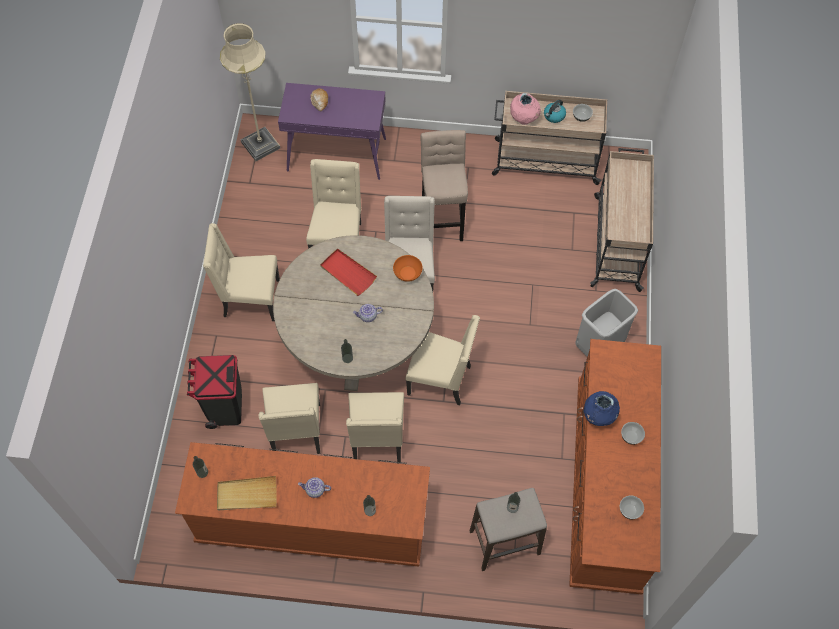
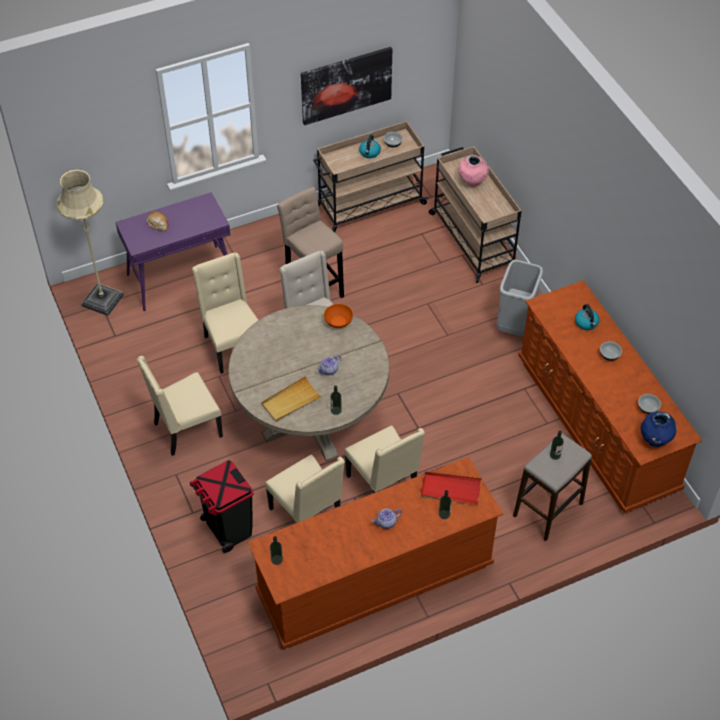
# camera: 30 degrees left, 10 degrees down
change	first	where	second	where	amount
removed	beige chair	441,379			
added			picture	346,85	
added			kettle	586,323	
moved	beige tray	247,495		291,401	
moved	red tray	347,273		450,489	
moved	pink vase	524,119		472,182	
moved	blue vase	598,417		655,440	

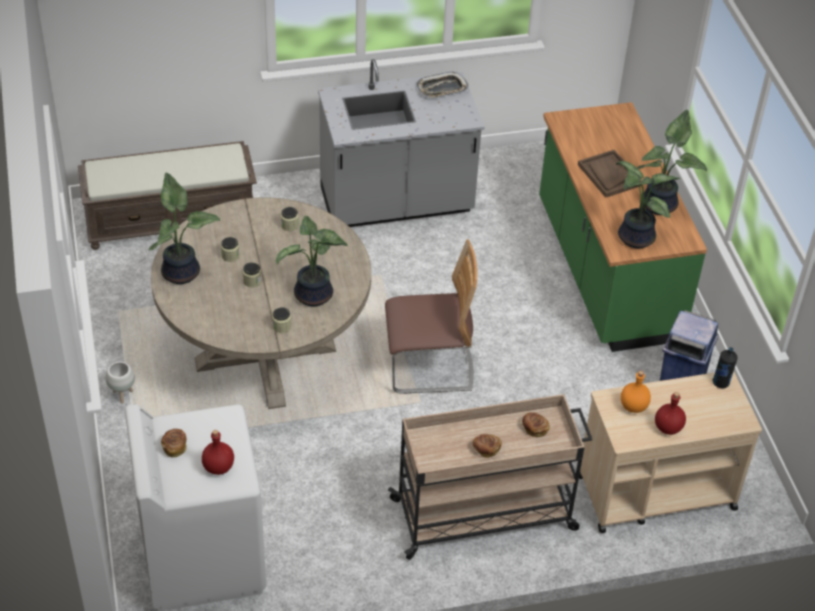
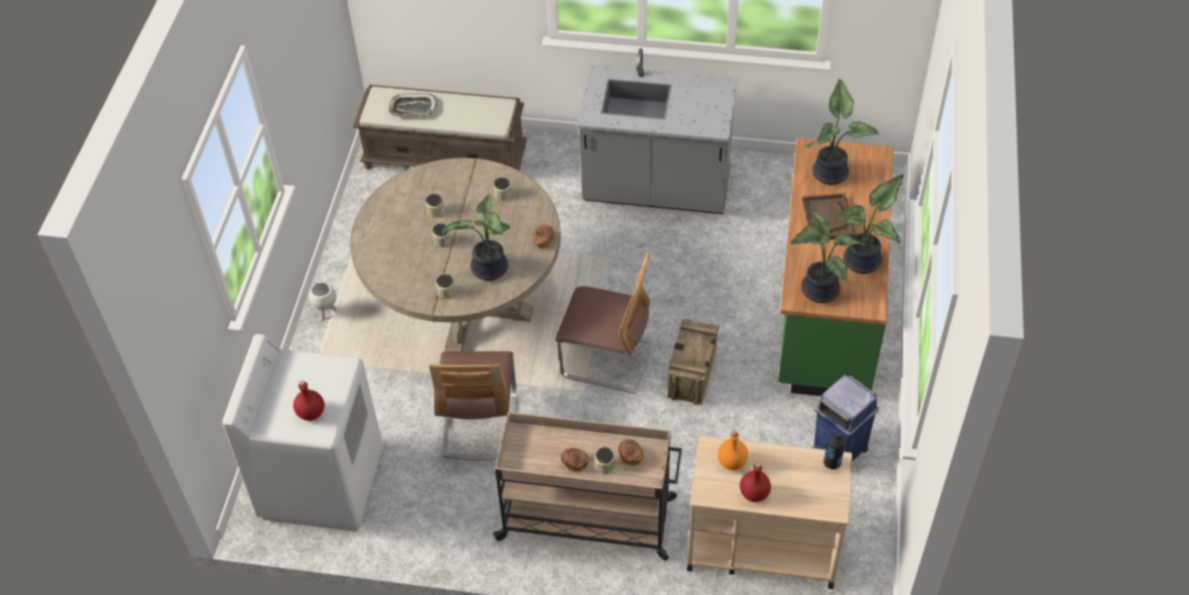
# camera: 25 degrees right, 5 degrees up
change	first	where	second	where	amount
added			chair	479,423	
added			jar	604,465	
added			crate	692,374	
moved	potted plant	182,271		832,172	
moved	bread	175,447		544,240	
moved	tray	442,89		413,108	

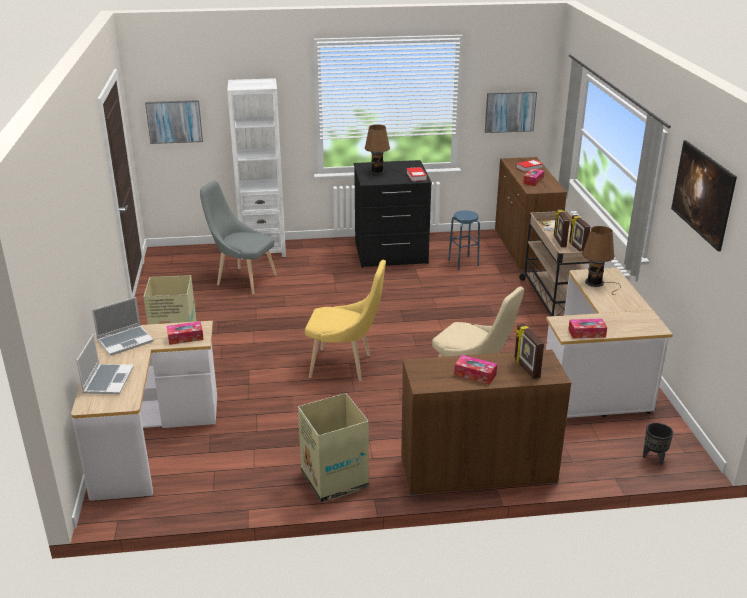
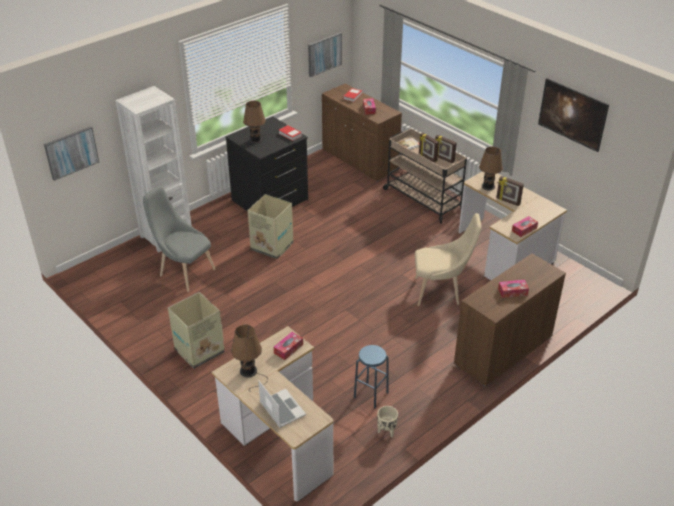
# camera: 35 degrees left, 10 degrees up
change	first	where	second	where	amount
removed	yellow chair	345,366			
removed	black planter	654,458			
added			beige planter	386,431	
moved	cardboard box	334,480		272,246	
moved	blue stool	463,263		371,395	
moved	picture frame	526,368		508,201	
replaced	laptop	125,341	brown table lamp	249,372	
turned	grey chair	242,280		184,272	45 degrees clockwise

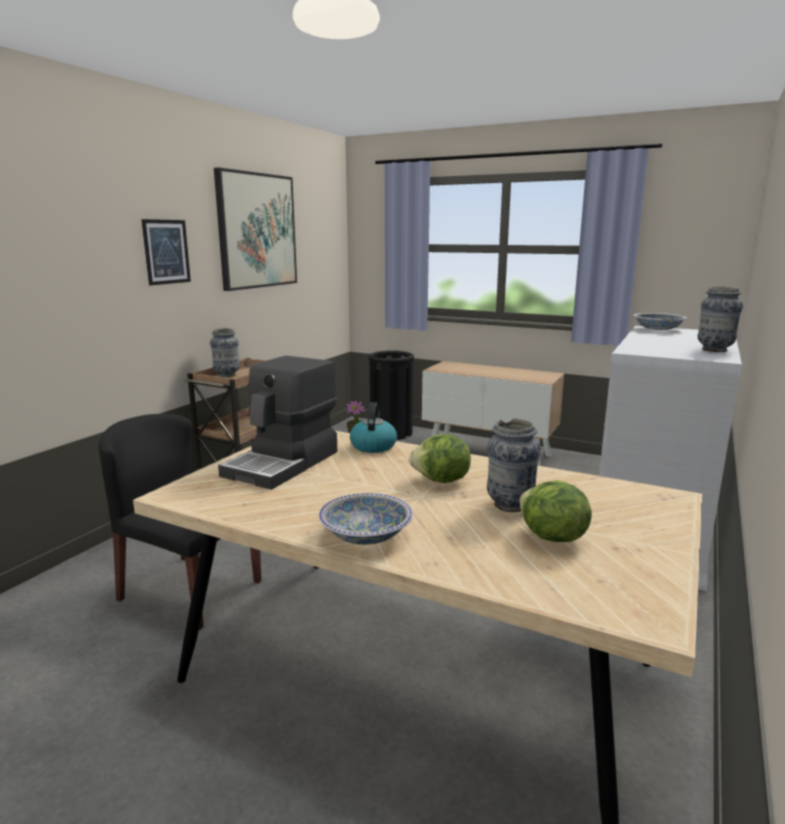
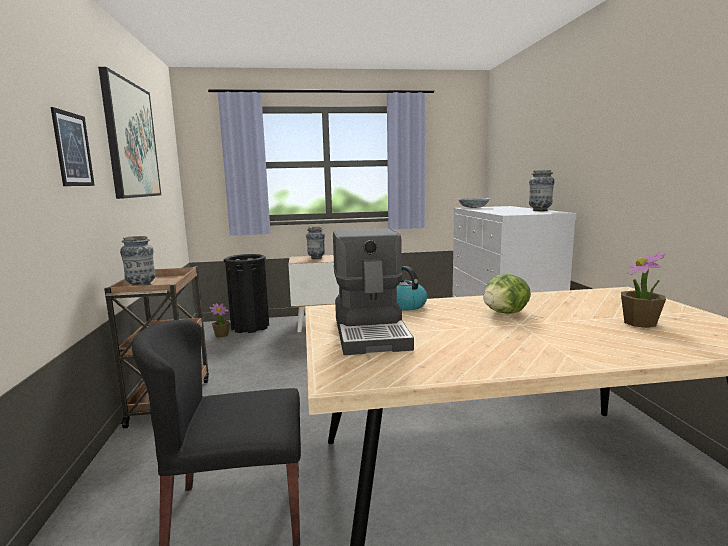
# camera: 35 degrees left, 5 degrees down
change	first	where	second	where	amount
removed	bowl	366,535			
moved	vase	510,505		316,258	
replaced	lettuce	551,537	potted plant	640,323	

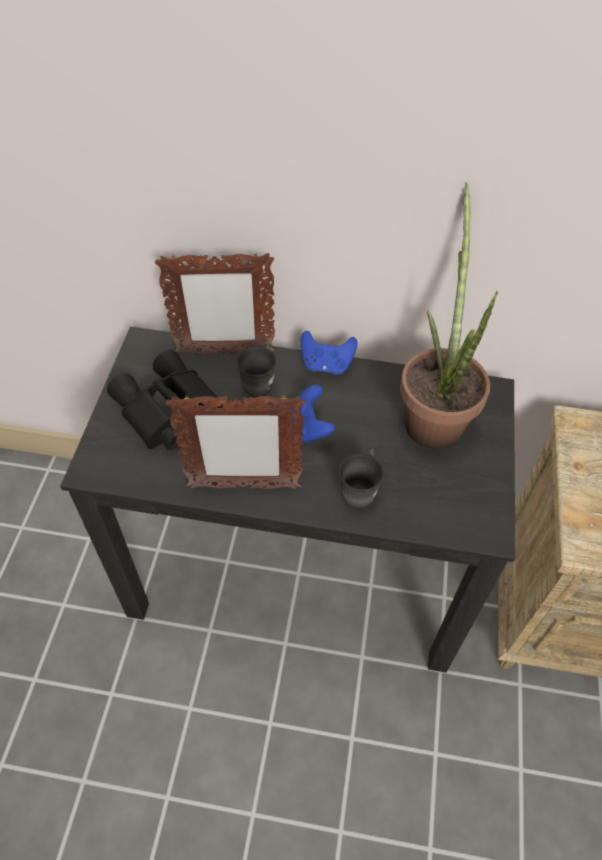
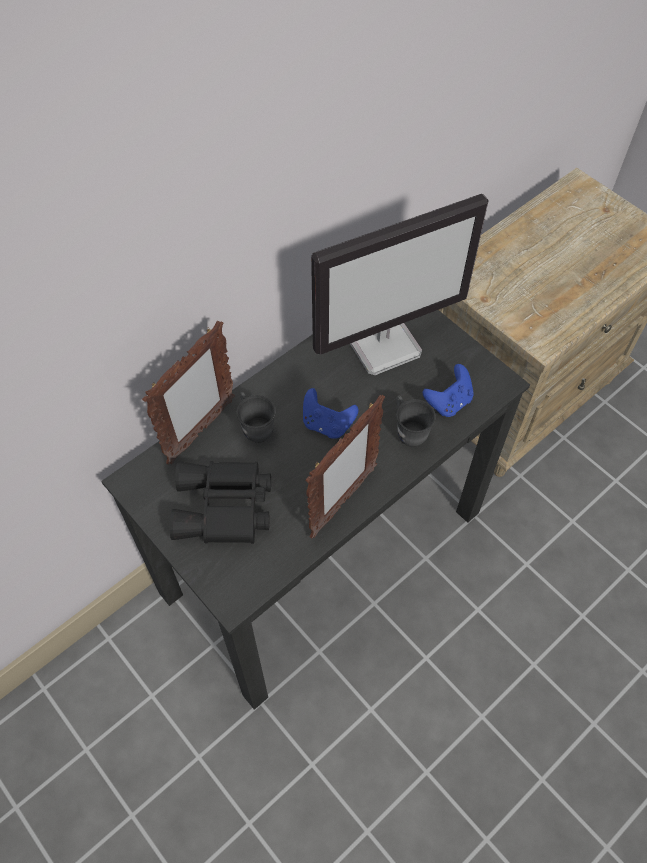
# camera: 50 degrees left, 5 degrees up
change	first	where	second	where	amount
moved	blue game controller	326,365		448,402	
replaced	potted plant	432,415	monitor	384,344	

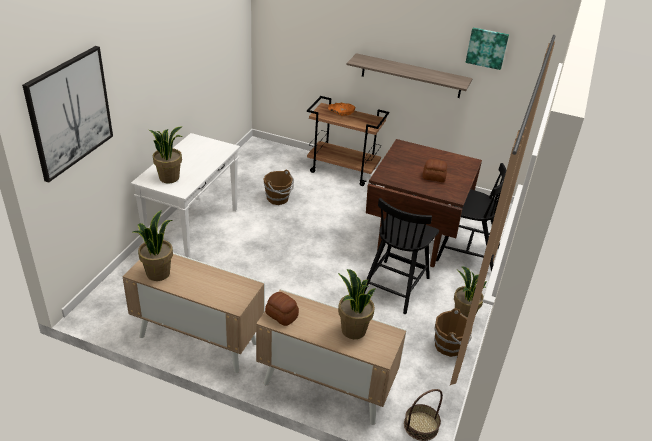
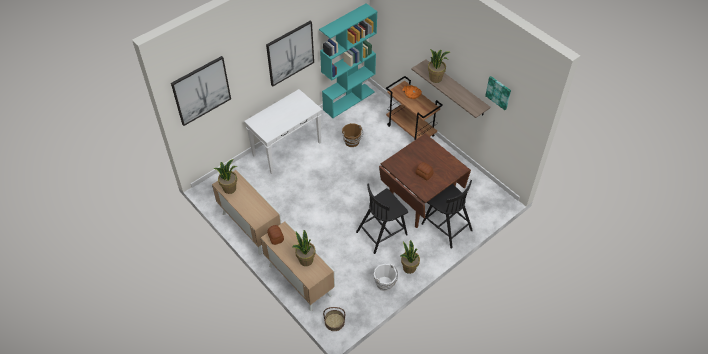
# camera: 30 degrees right, 15 degrees up
change	first	where	second	where	amount
added			picture	290,53	
added			turquoise bookcase	349,100	
moved	potted plant	169,178		435,78	
recoloured	brown bucket	449,346	white bucket	385,284	

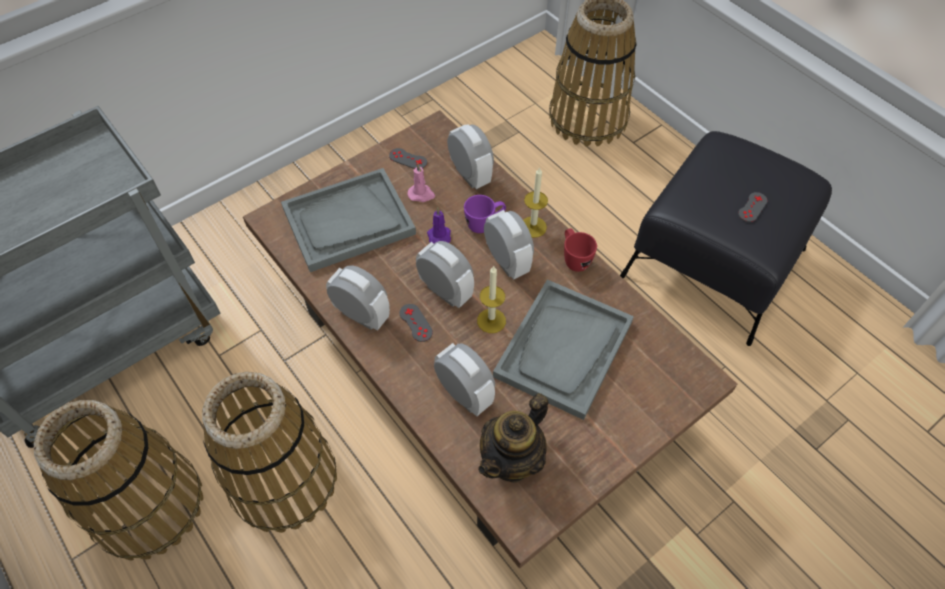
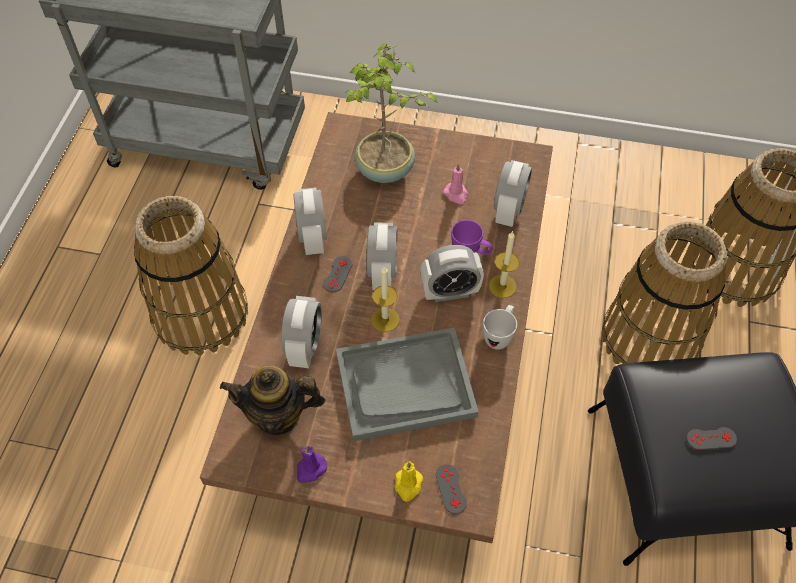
# camera: 50 degrees right, 0 degrees up
change	first	where	second	where	amount
added			yellow candle	408,485	
moved	basket	148,504		650,338	
moved	grey game controller	408,159		451,489	
moved	purple candle	439,238		310,469	
replaced	grey tray	348,222	potted plant	385,171	
recoloured	red mug	574,259	white mug	499,335	
turned	alarm clock	507,262		450,292	60 degrees clockwise

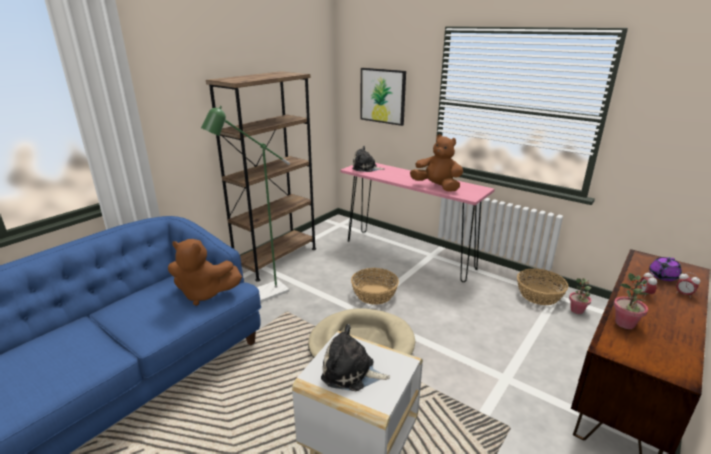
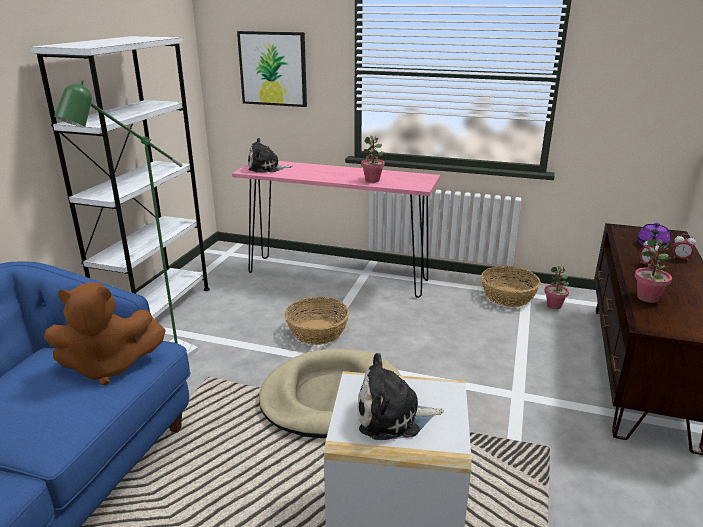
# camera: 20 degrees left, 0 degrees up
change	first	where	second	where	amount
replaced	brown plush toy	437,187	potted plant	372,180	
recoloured	brown bookcase	276,258	white bookcase	157,311	

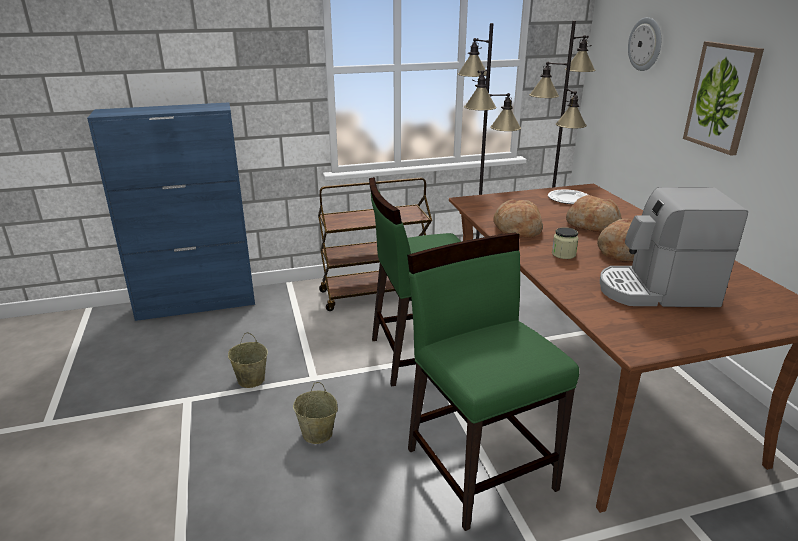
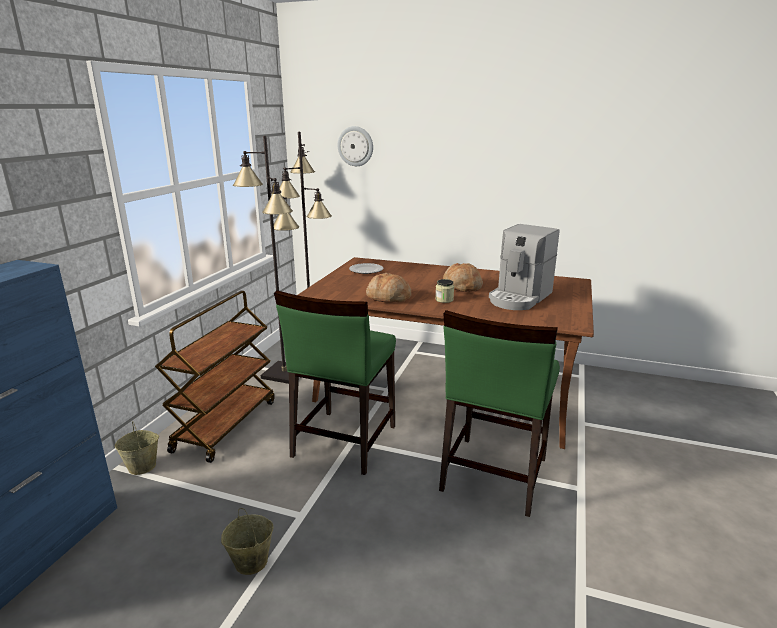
# camera: 55 degrees left, 5 degrees down
change	first	where	second	where	amount
removed	bread	593,225			
removed	picture	722,97			
moved	beige bucket	318,434		143,466	
turned	green chair	480,467		493,474	75 degrees counterclockwise

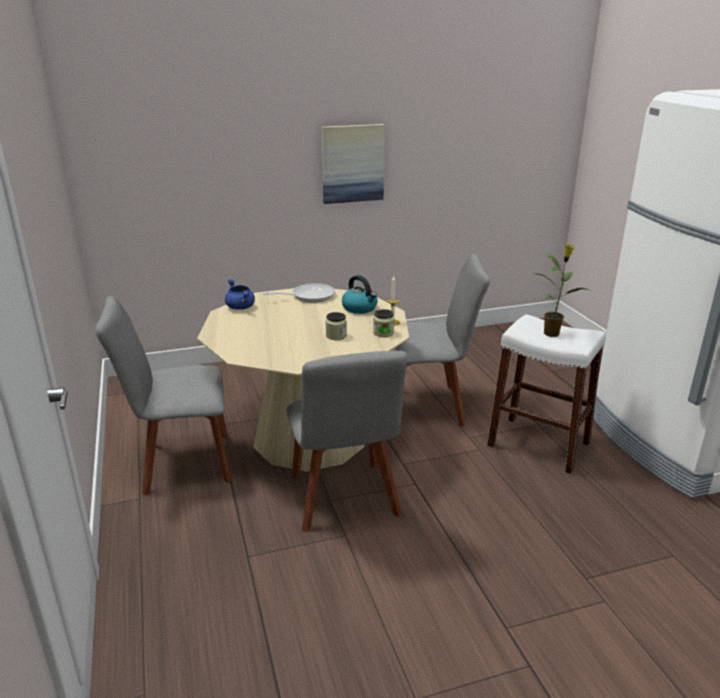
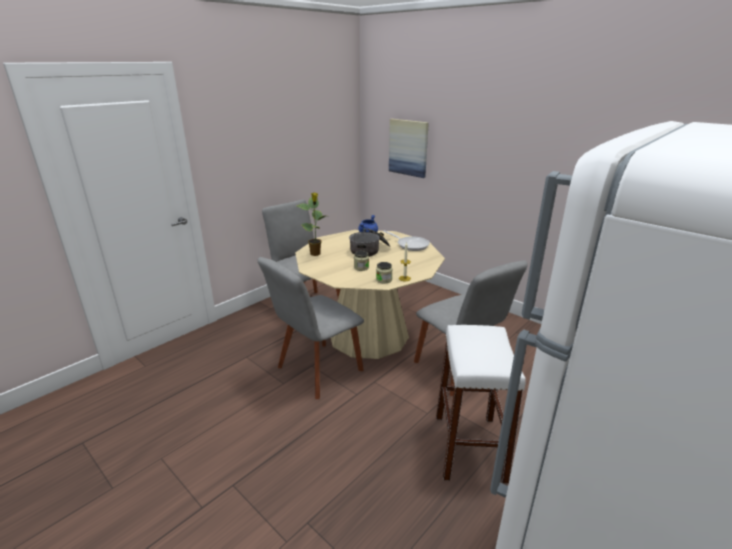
# camera: 60 degrees right, 0 degrees up
change	first	where	second	where	amount
removed	kettle	360,308			
added			cooking pot	369,250	
moved	picture	352,163		408,147	
moved	potted plant	552,333		316,254	

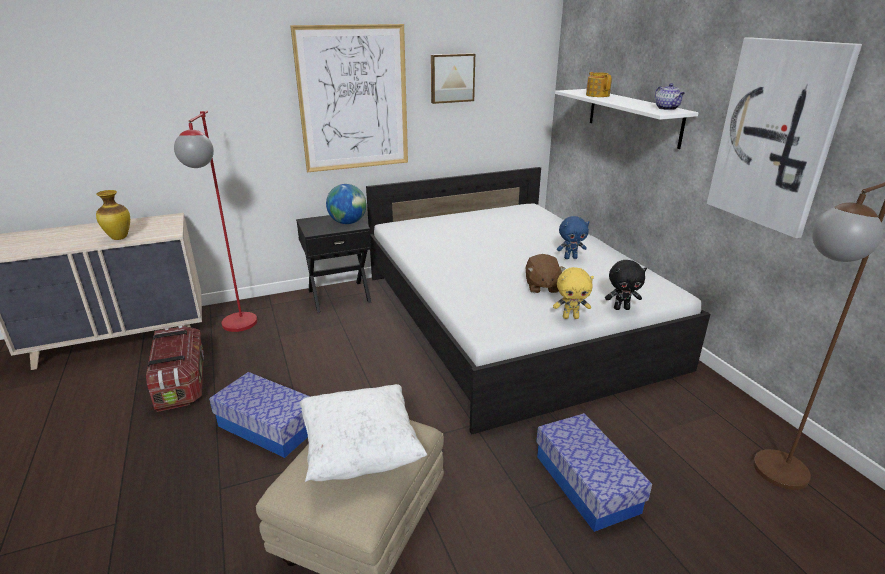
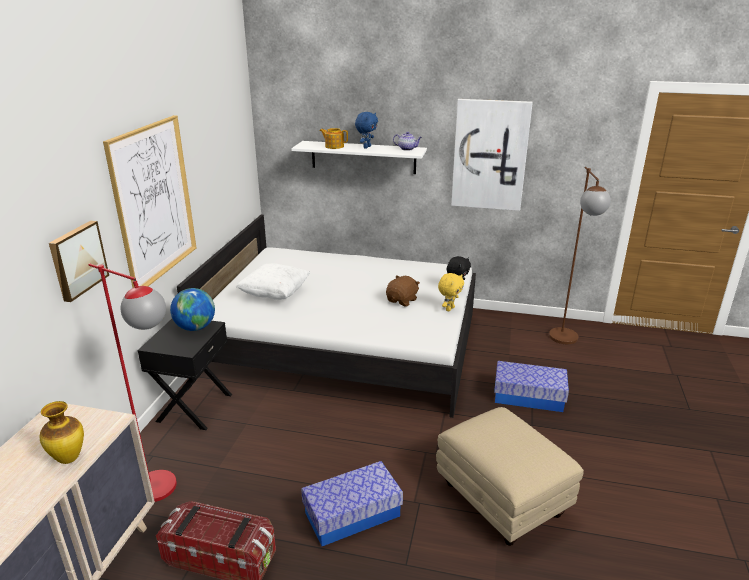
# camera: 55 degrees left, 0 degrees up
change	first	where	second	where	amount
moved	white pillow	361,452		275,294	
moved	picture	452,78		77,260	
moved	blue plush toy	570,258		366,147	
turned	brown plush toy	541,287		402,300	90 degrees counterclockwise

